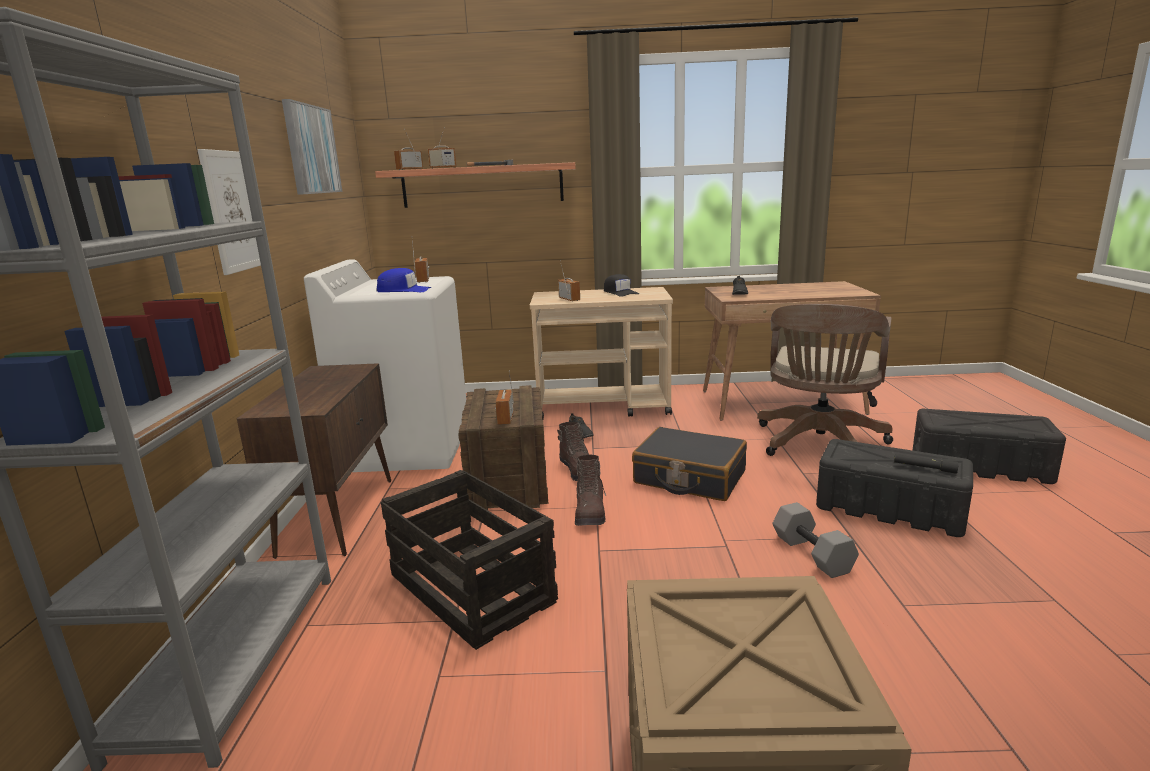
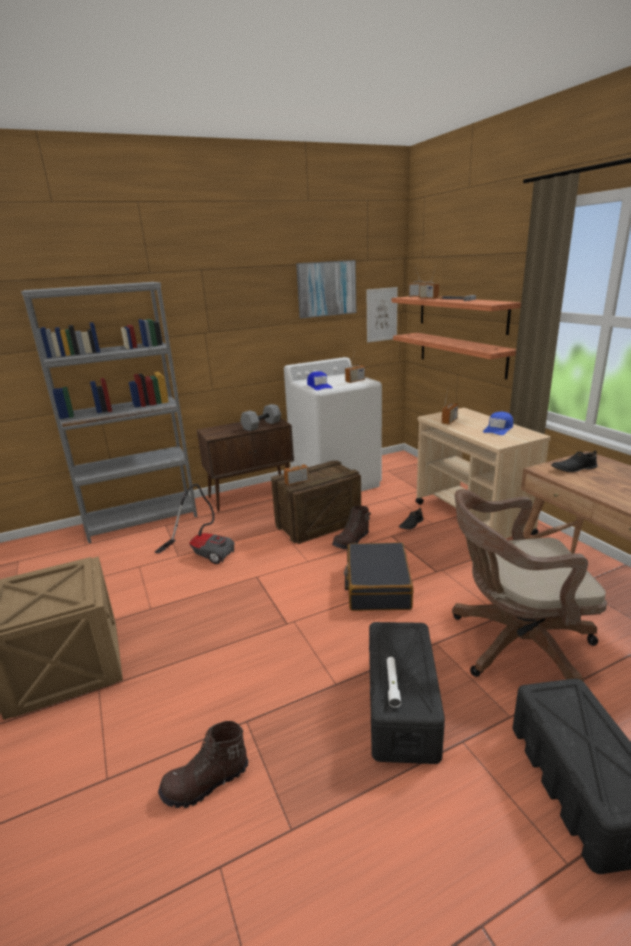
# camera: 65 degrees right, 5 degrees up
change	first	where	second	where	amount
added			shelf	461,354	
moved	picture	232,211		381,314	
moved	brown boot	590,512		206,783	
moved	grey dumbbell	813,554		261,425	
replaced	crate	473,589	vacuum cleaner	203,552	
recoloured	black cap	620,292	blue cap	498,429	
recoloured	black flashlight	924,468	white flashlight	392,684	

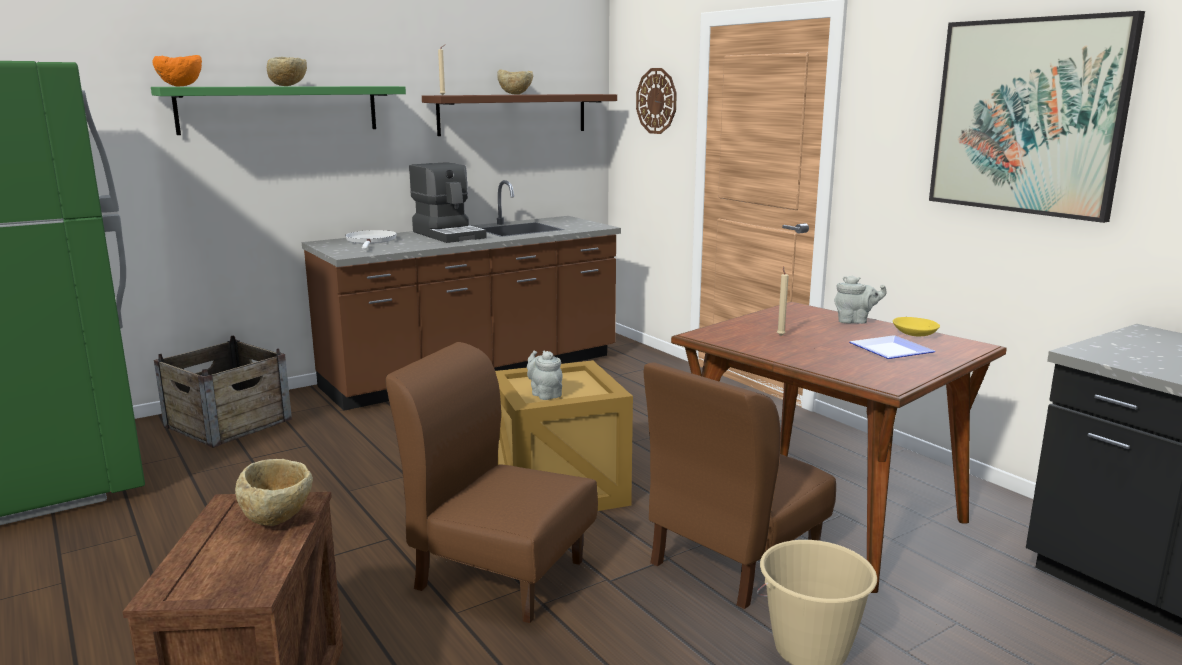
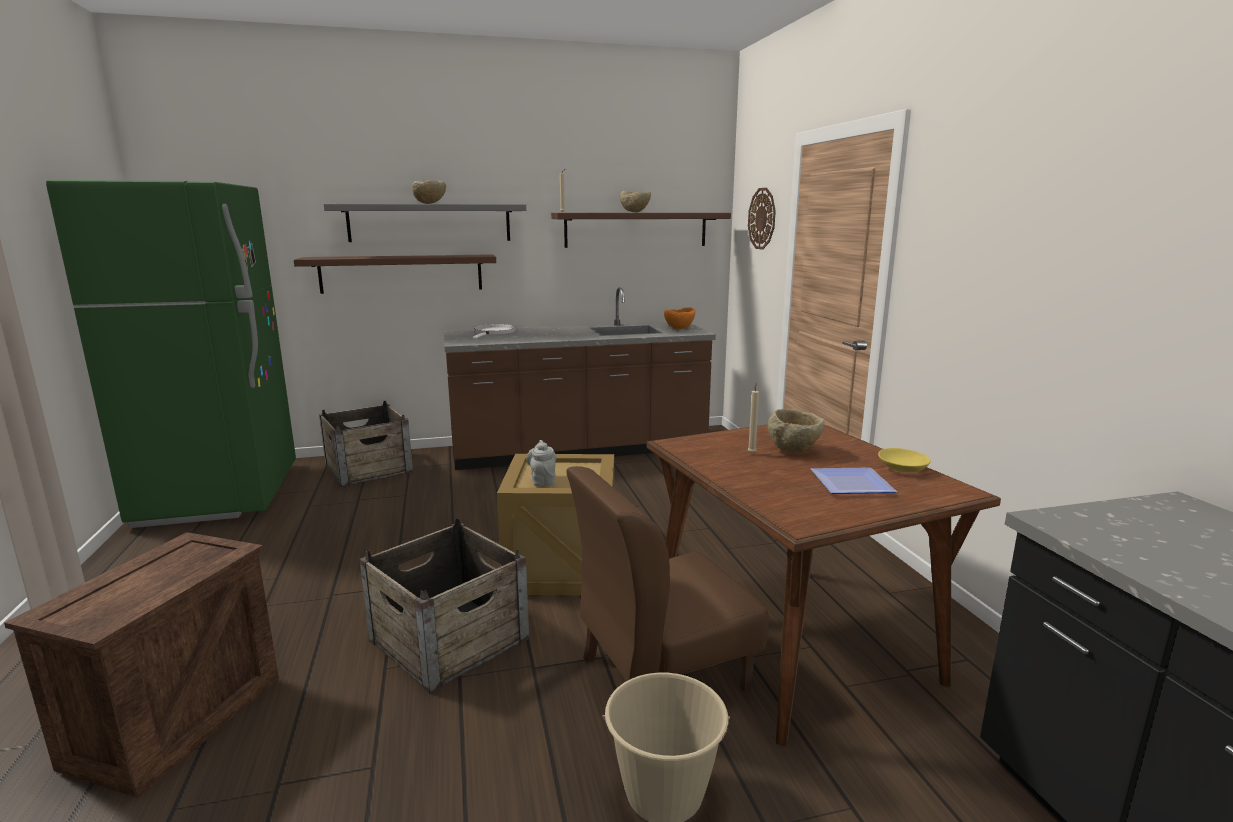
# camera: 20 degrees right, 0 degrees up
change	first	where	second	where	amount
removed	coffee machine	449,235			
removed	grey teapot	855,321			
removed	picture	1027,116			
added			brown shelf	401,273	
moved	orange bowl	180,86		679,329	
moved	beige bowl	279,518		794,450	
replaced	brown chair	499,573	crate	449,638	
recoloured	green shelf	280,109	grey shelf	430,223	

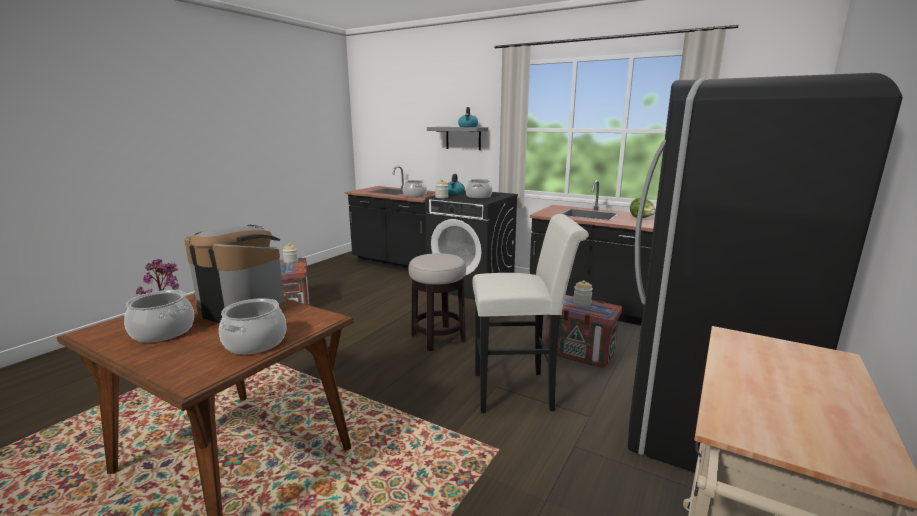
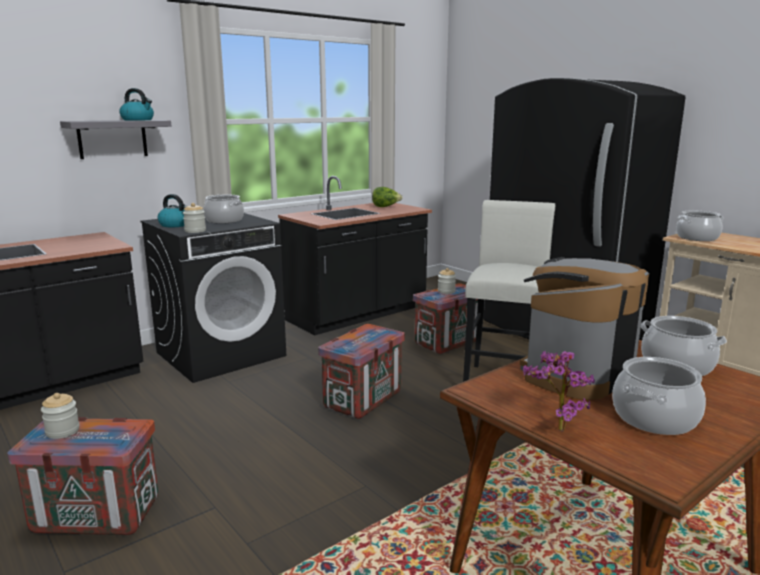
# camera: 70 degrees left, 0 degrees up
change	first	where	second	where	amount
moved	cooking pot	415,195		697,238	
replaced	stool	438,338	crate	363,399	

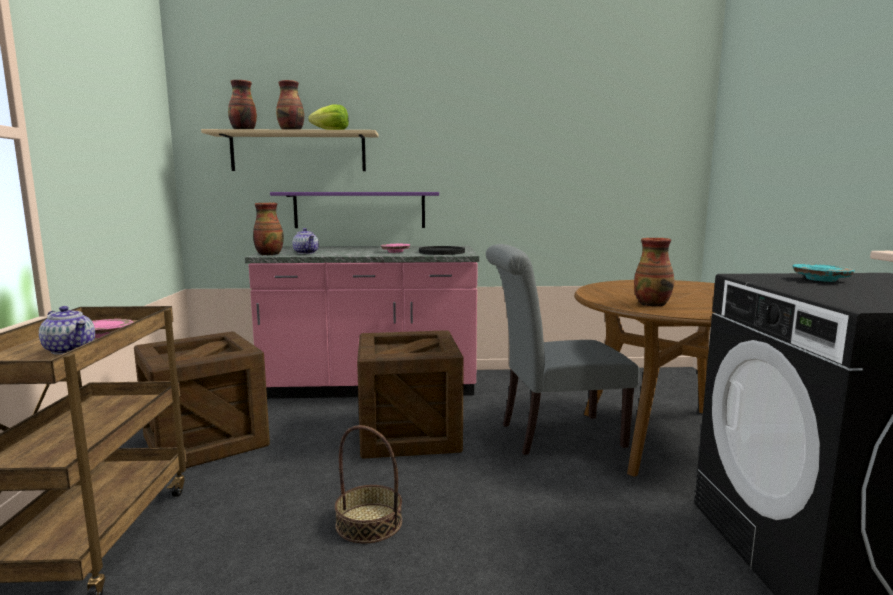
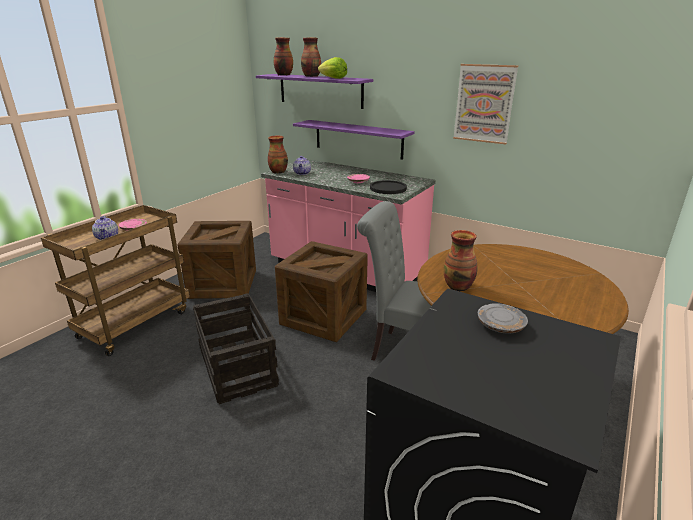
# camera: 35 degrees right, 15 degrees up
change	first	where	second	where	amount
added			picture	484,104	
replaced	basket	369,523	crate	237,366	
recoloured	beige shelf	298,152	purple shelf	320,90	
recoloured	turquoise plate	821,279	grey plate	501,325	

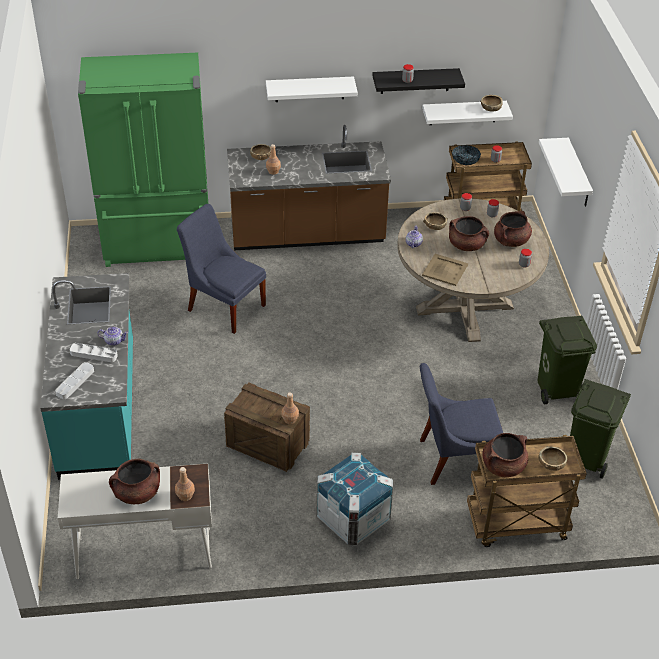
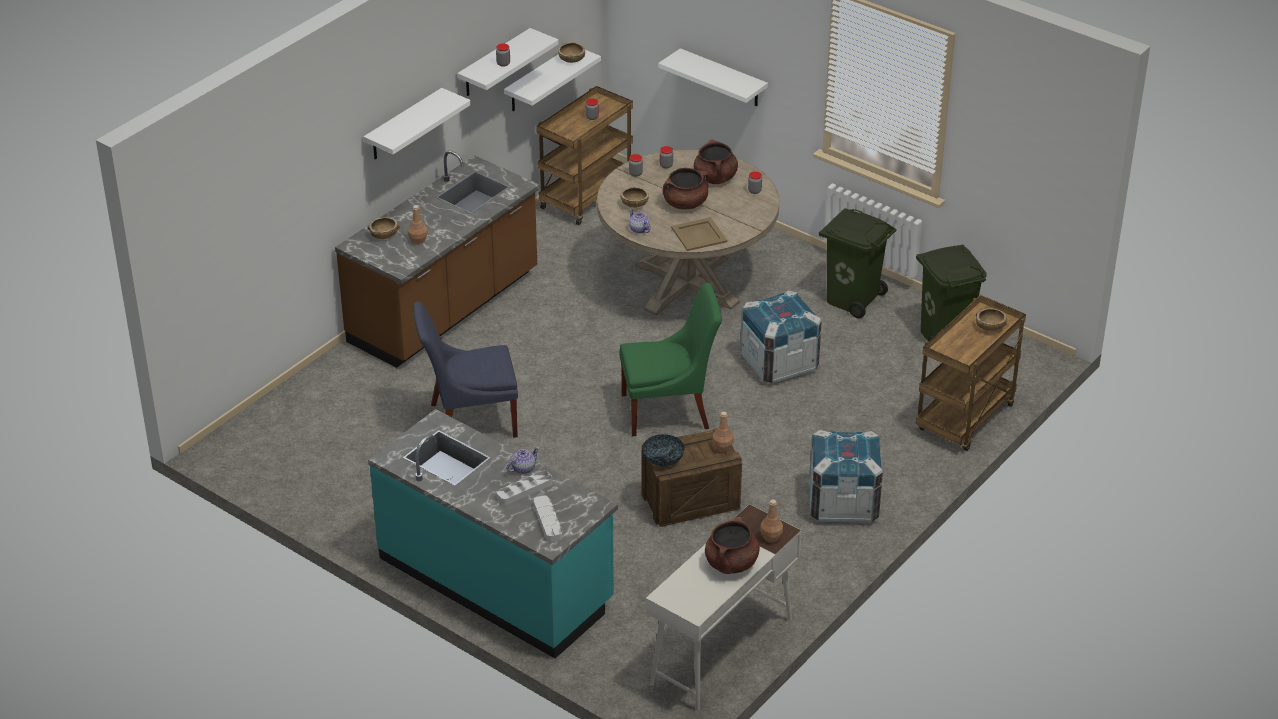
# camera: 45 degrees left, 5 degrees down
change	first	where	second	where	amount
removed	green fridge	158,245			
removed	blue chair	453,458			
removed	brown cooking pot	503,466			
added			green chair	670,411	
added			crate	779,363	
moved	bowl	465,161		663,459	
recoloured	black shelf	415,81	white shelf	494,63	

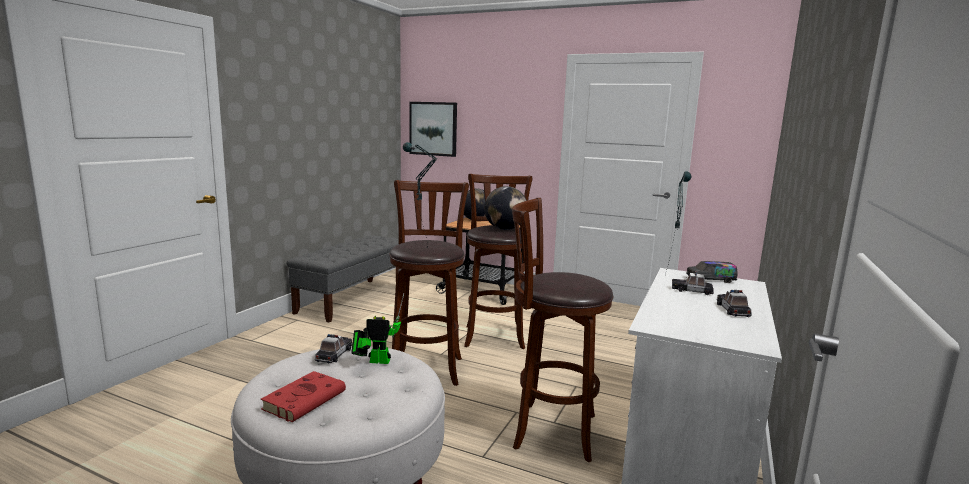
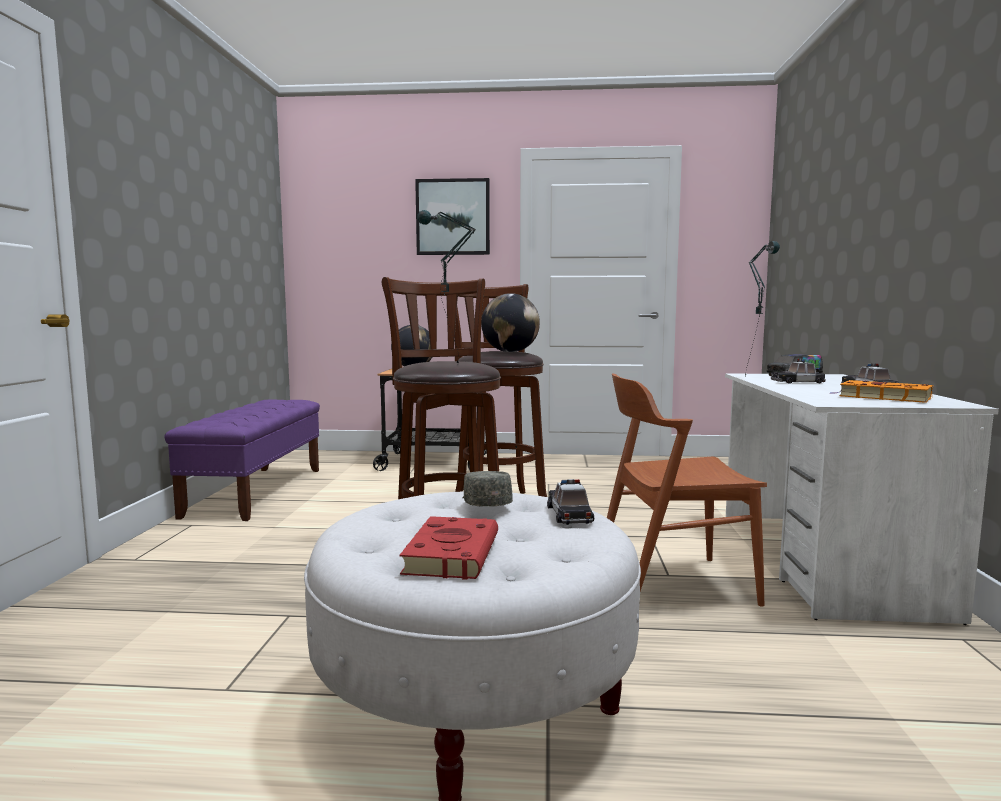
# camera: 20 degrees left, 5 degrees down
change	first	where	second	where	amount
added			orange book	881,397	
moved	toy car	334,354		569,513	
moved	picture	433,129		453,217	
replaced	toy robot	376,361	grey cap	485,503	
replaced	brown stool	550,430	brown chair	673,583	
recoloured	grey bench	352,299	purple bench	256,491	

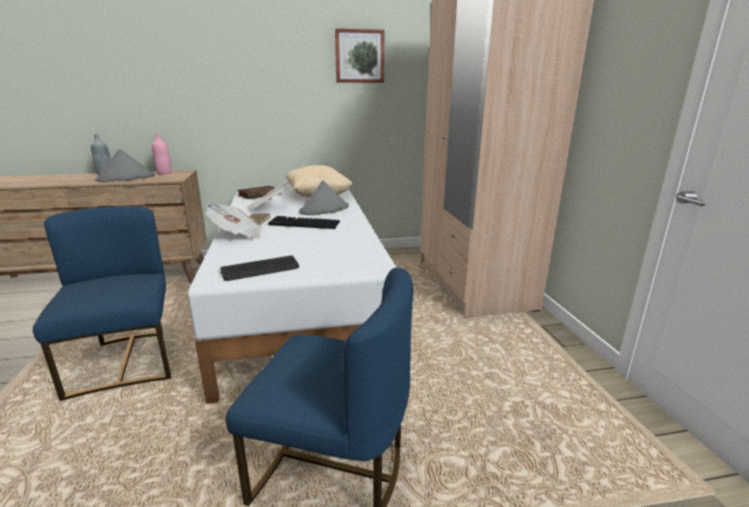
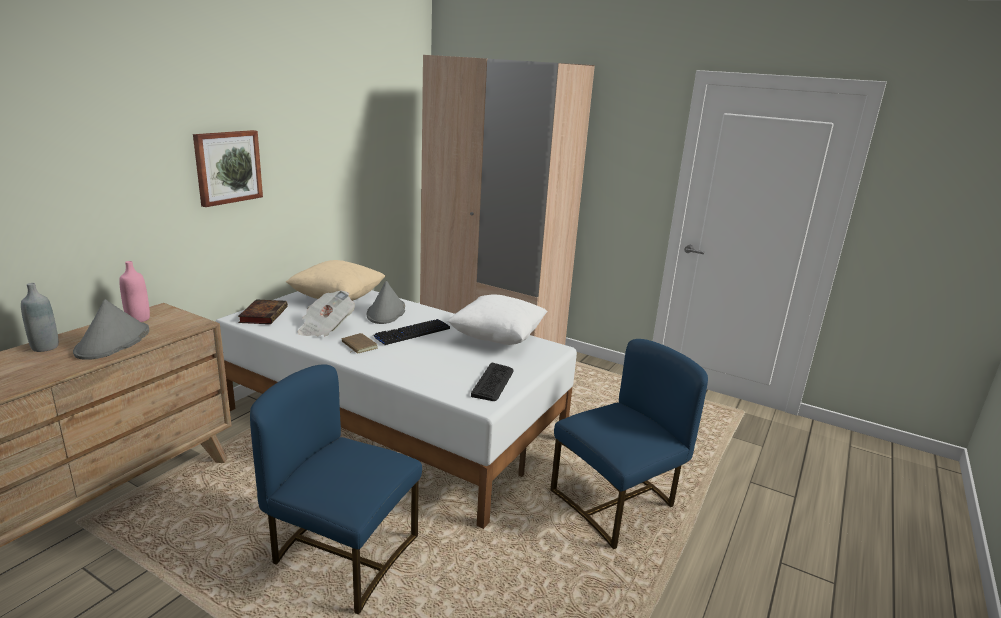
# camera: 50 degrees left, 0 degrees up
change	first	where	second	where	amount
removed	newspaper	237,235			
added			white pillow	497,338	
moved	picture	359,56		227,167	

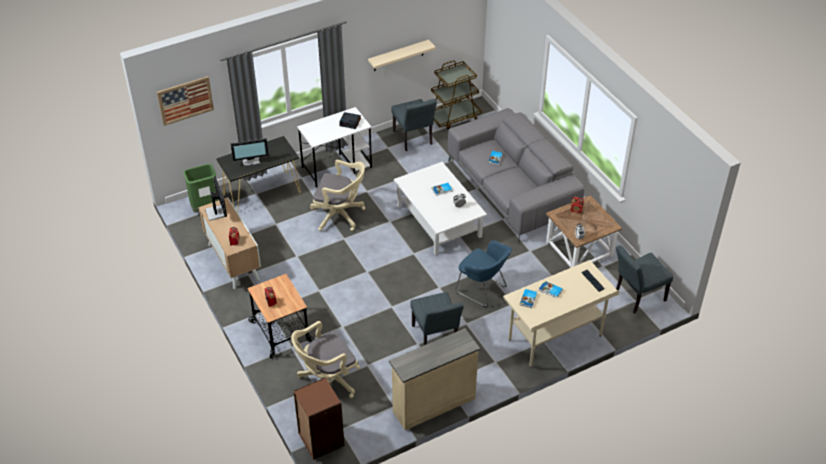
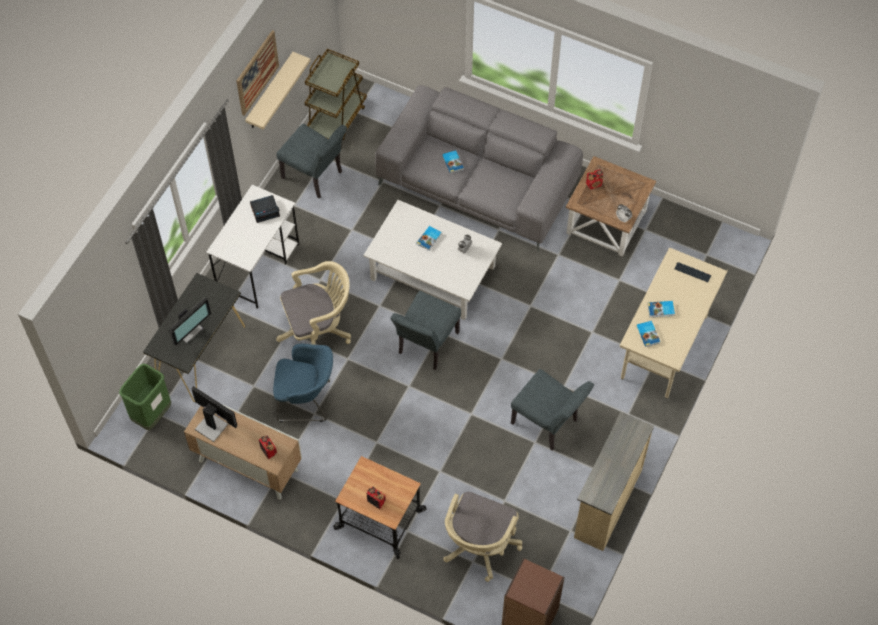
# camera: 35 degrees left, 15 degrees up
change	first	where	second	where	amount
moved	picture	185,100		257,72	
moved	blue armchair	483,290		307,400	
moved	grey chair	636,297		425,346	

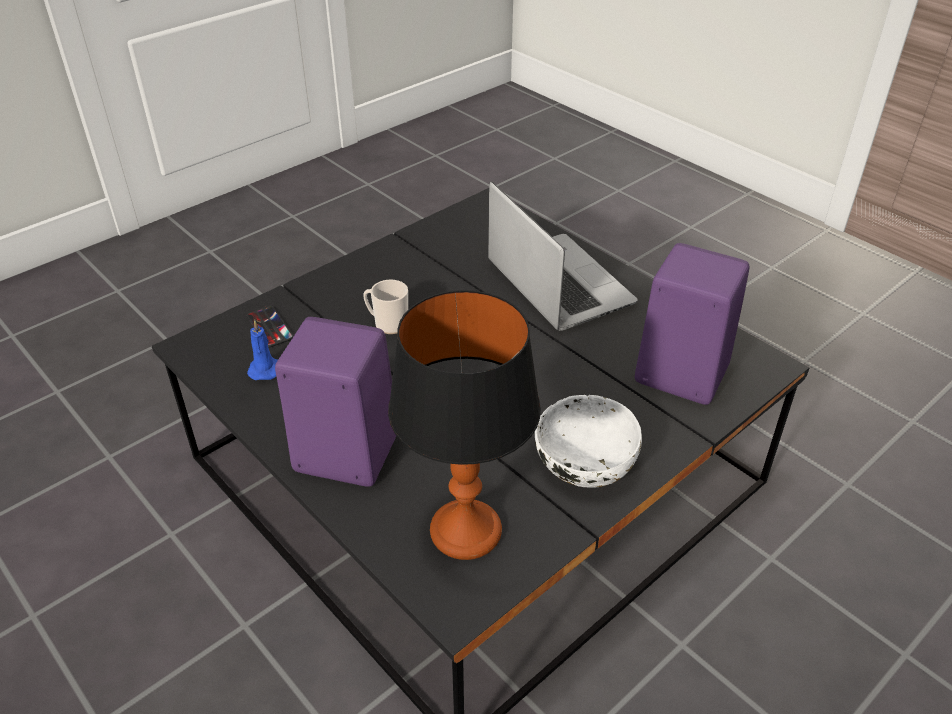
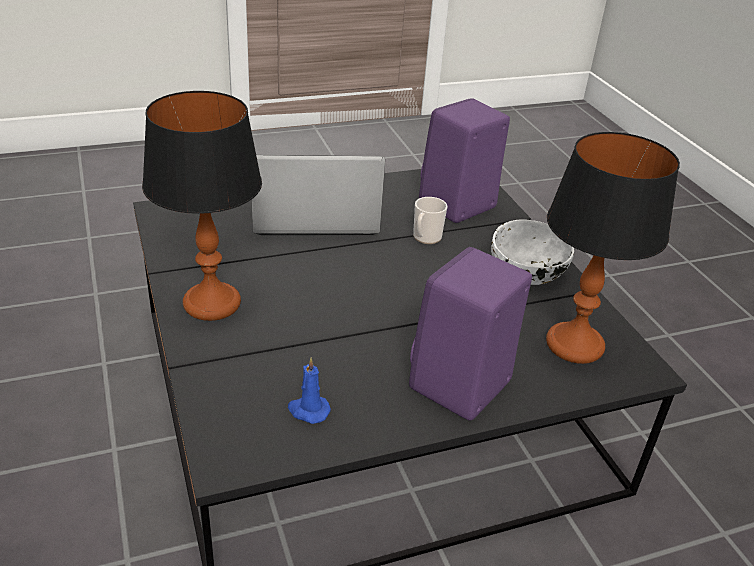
# camera: 70 degrees left, 5 degrees down
change	first	where	second	where	amount
removed	phone	269,327			
added			table lamp	212,303	
moved	mug	387,323		425,238	

